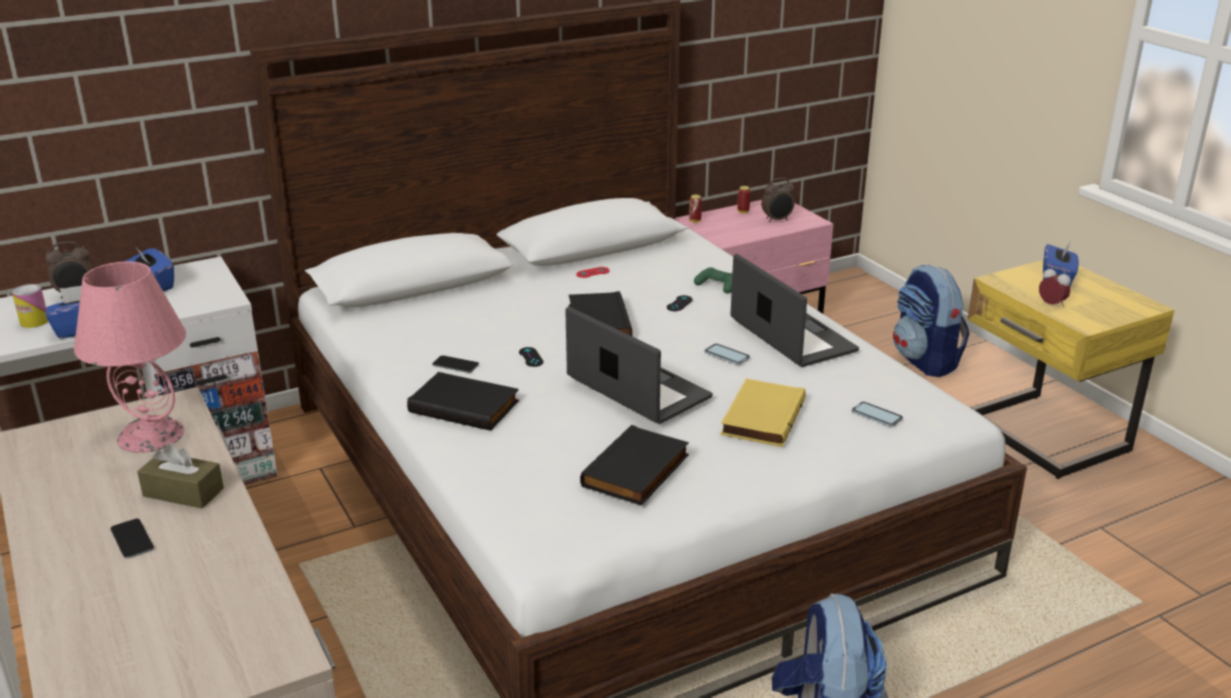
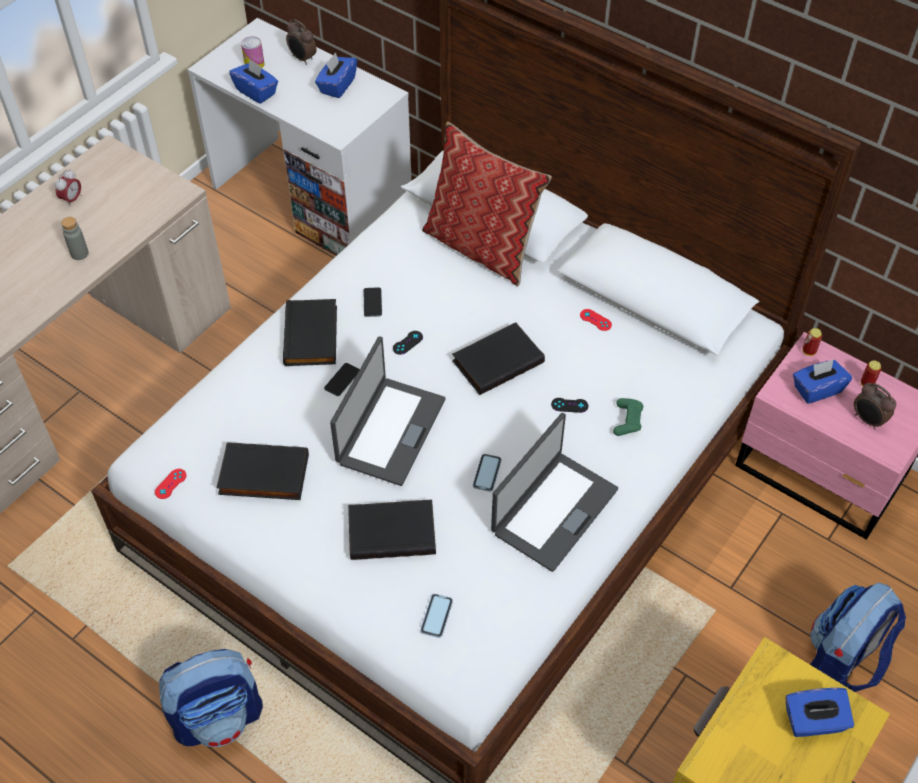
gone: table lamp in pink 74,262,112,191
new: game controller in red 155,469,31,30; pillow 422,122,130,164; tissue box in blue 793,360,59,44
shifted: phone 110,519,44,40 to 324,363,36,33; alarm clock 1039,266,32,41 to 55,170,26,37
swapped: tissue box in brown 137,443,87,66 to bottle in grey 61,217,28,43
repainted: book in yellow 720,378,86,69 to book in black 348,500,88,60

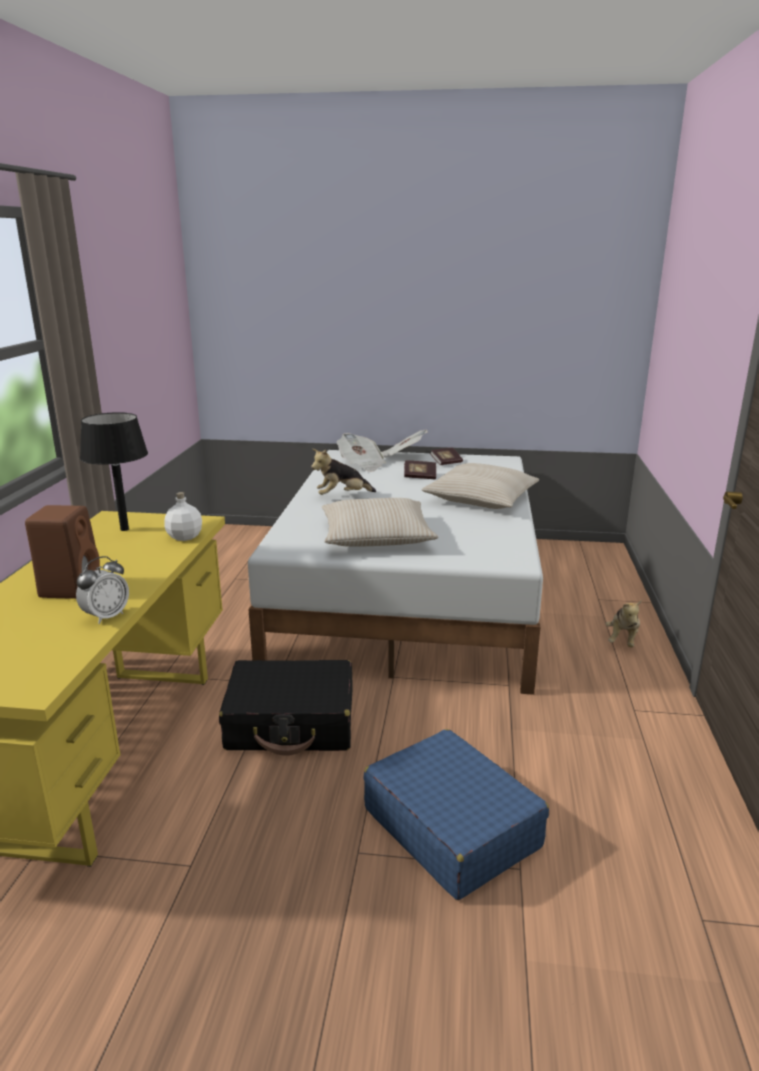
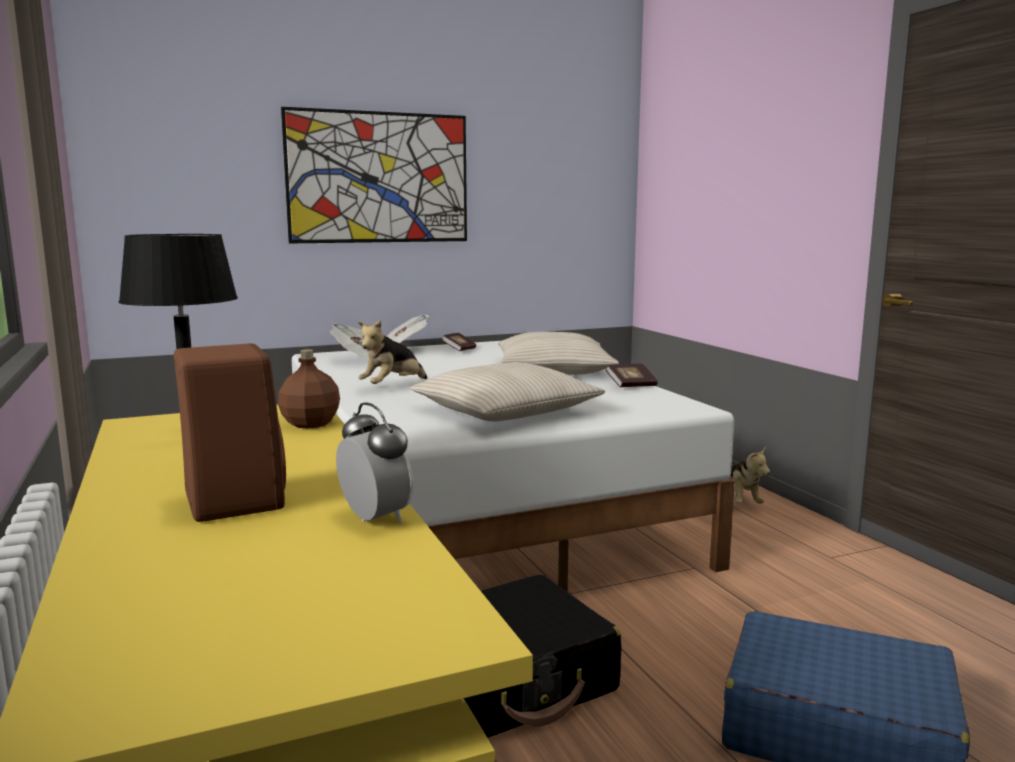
new: picture 281,107,186,136
shifted: book 404,460,32,19 to 606,364,52,23
repainted: bottle in white 164,492,38,49 to bottle in brown 278,349,62,79
rotated: alarm clock 76,556,53,68 = 336,402,77,121 45 degrees counterclockwise

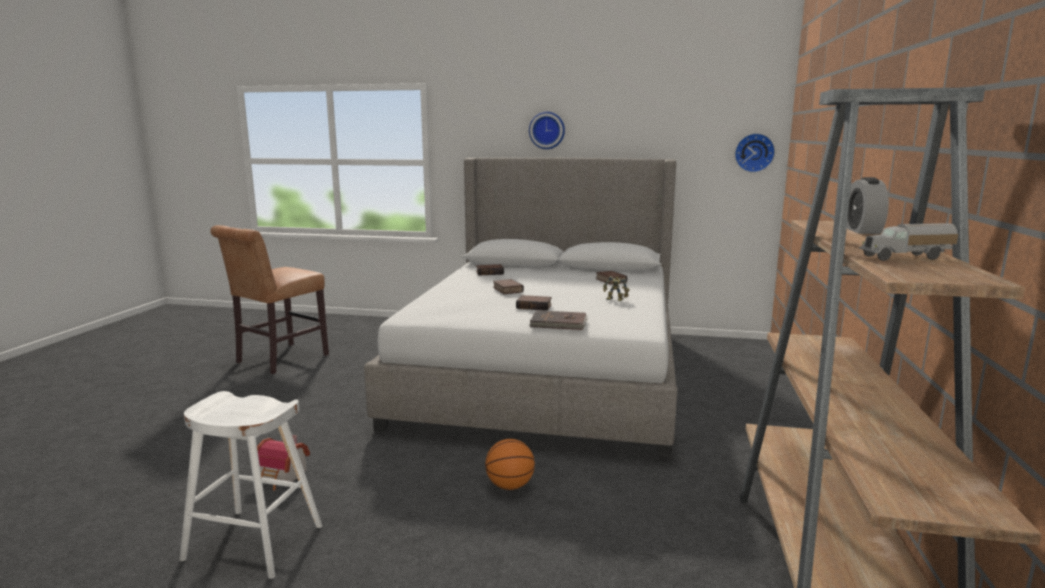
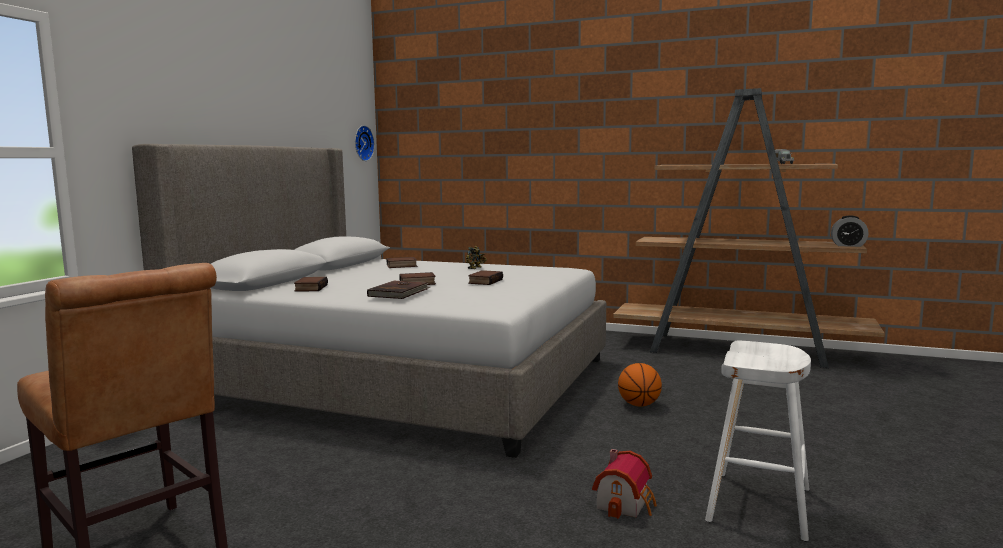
gone: wall clock 529,112,36,37
shifted: book in brown 529,310,59,20 to 367,280,63,19; alarm clock 847,177,42,57 to 831,215,38,32

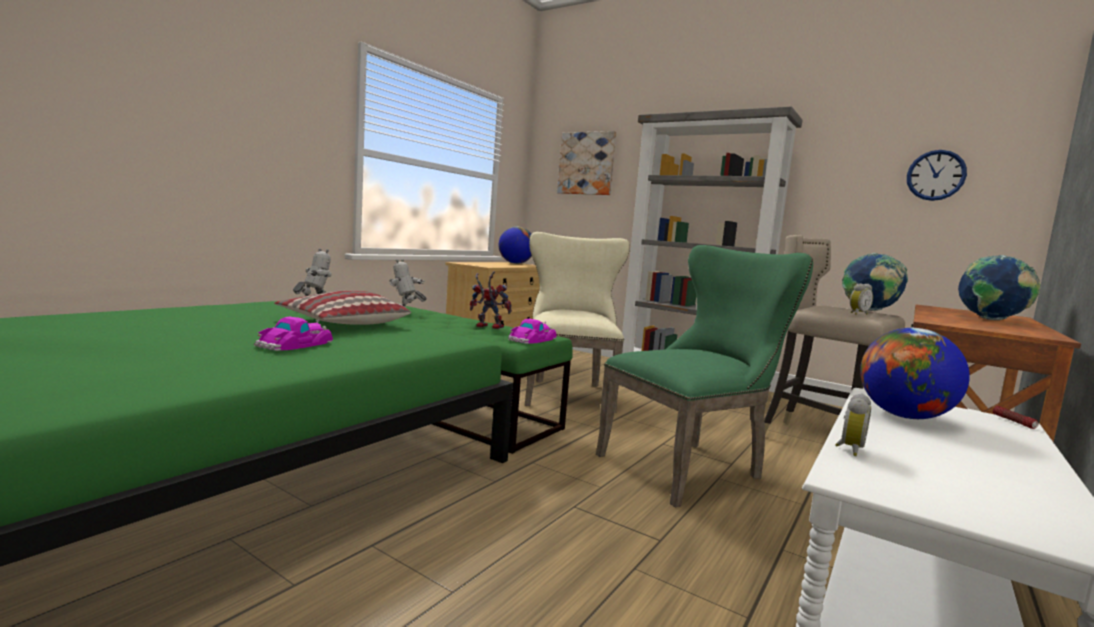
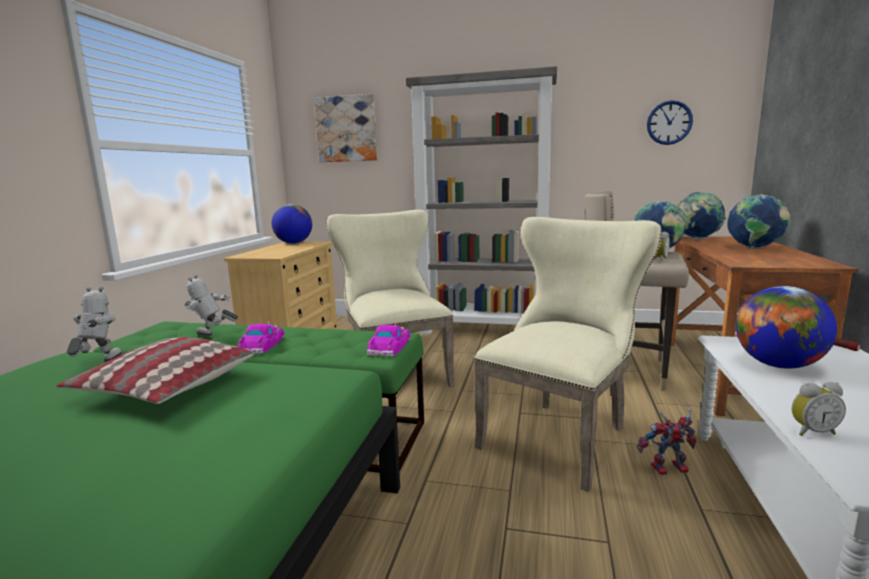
new: globe 678,192,48,47
shifted: toy car 254,316,79,35 to 238,322,46,32; toy robot 470,271,42,58 to 637,408,59,67
repainted: chair in green 596,245,217,262 to chair in beige 474,217,188,275
rotated: alarm clock 835,394,36,62 = 791,382,55,54 75 degrees clockwise

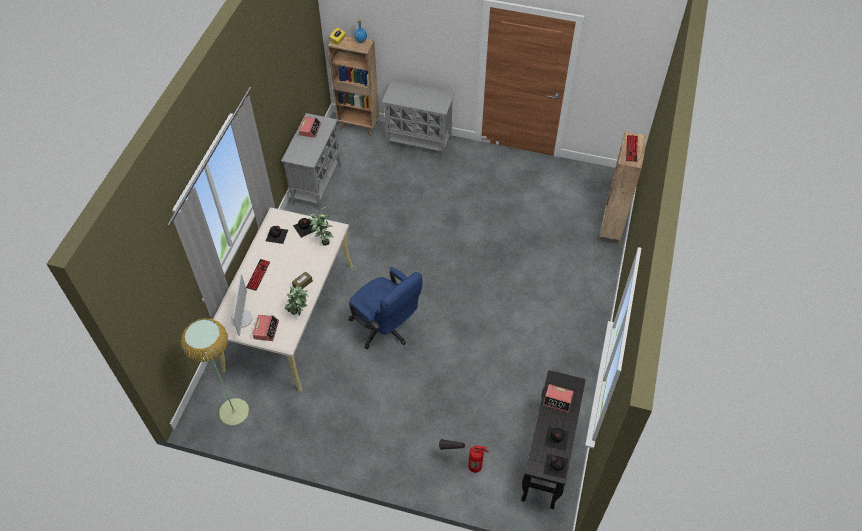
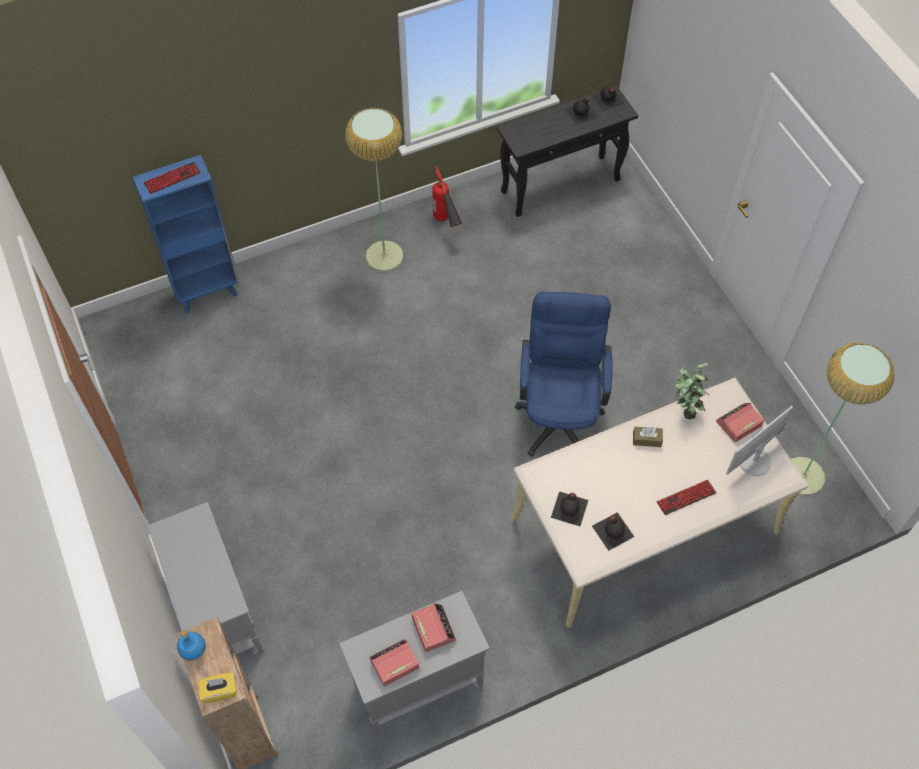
gone: potted plant 309,207,24,39
new: floor lamp 345,108,58,163
shifted: fire extinguisher 439,439,50,34 to 432,166,30,61; alarm clock 543,384,31,29 to 412,603,44,49
repainted: bookcase in brown 597,131,50,114 to bookcase in blue 133,155,107,158

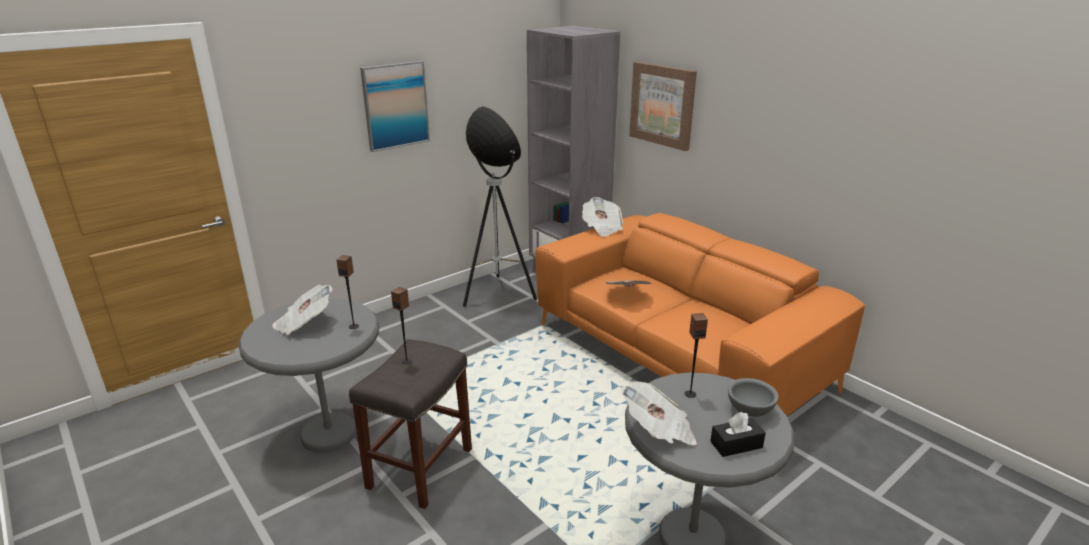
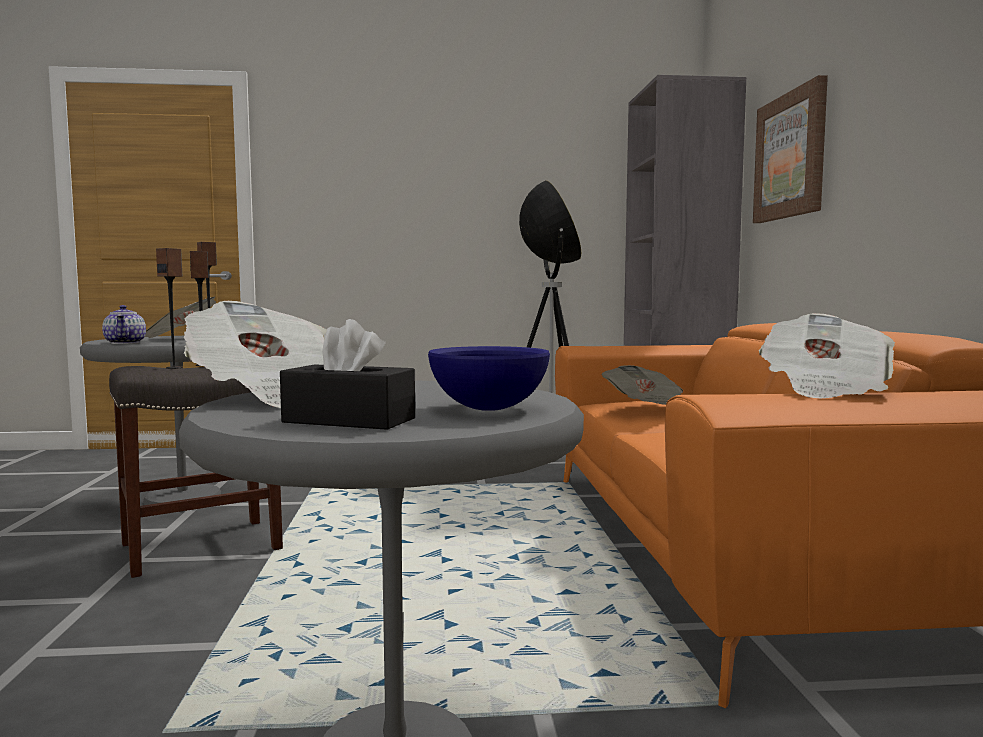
gone: picture 360,61,70,91
new: teapot 102,305,44,39
shifted: newspaper 582,197,41,40 to 759,313,136,86; speaker 684,313,24,85 to 156,248,27,121
repainted: bowl in grey 728,378,50,39 to bowl in blue 428,346,122,65

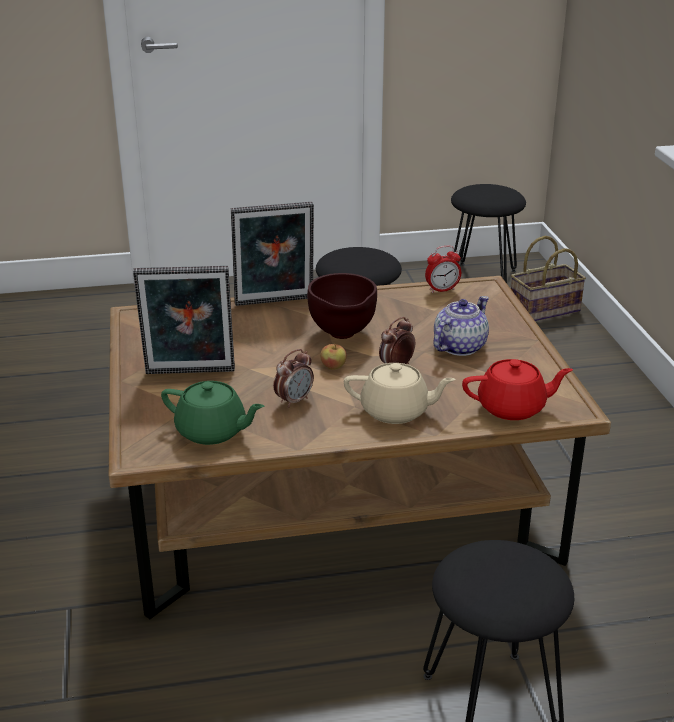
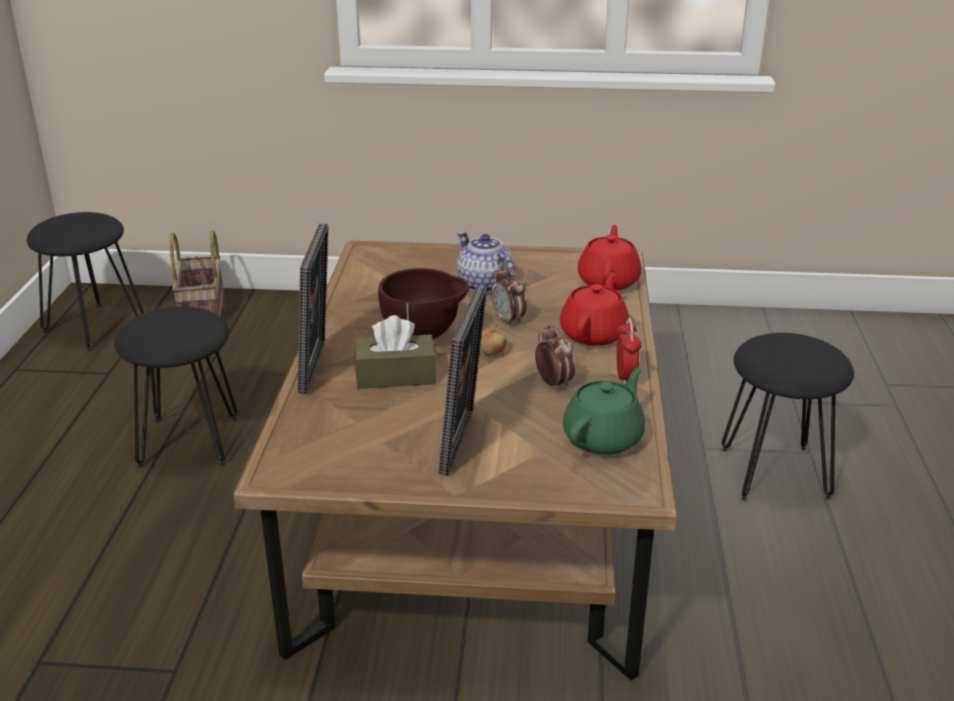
new: tissue box in brown 354,315,82,74
shifted: alarm clock 425,246,36,47 to 616,318,25,67
repainted: teapot in beige 344,363,112,61 to teapot in red 560,272,70,74

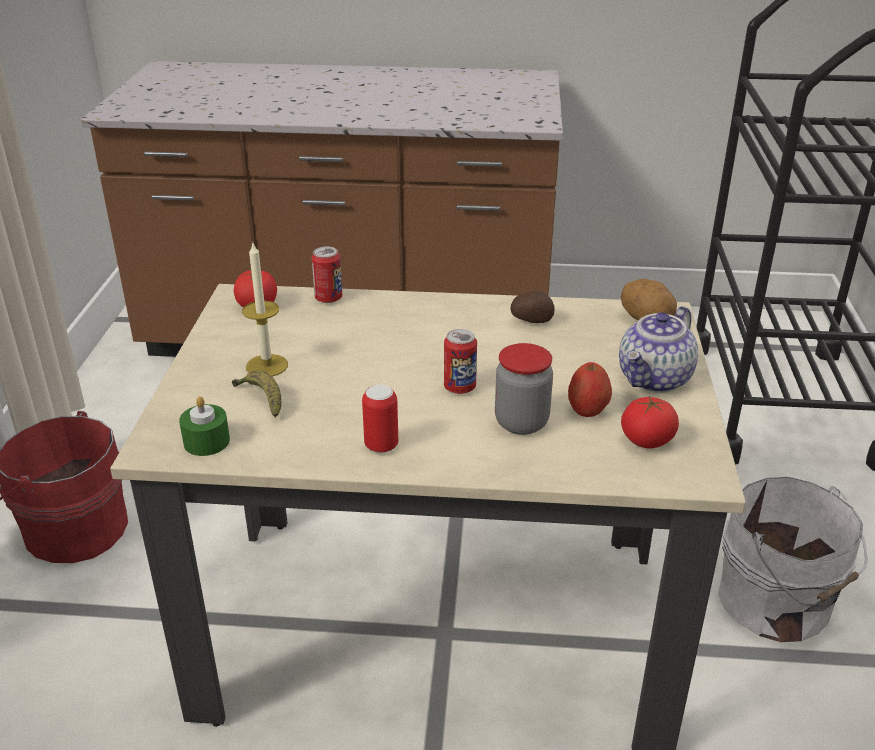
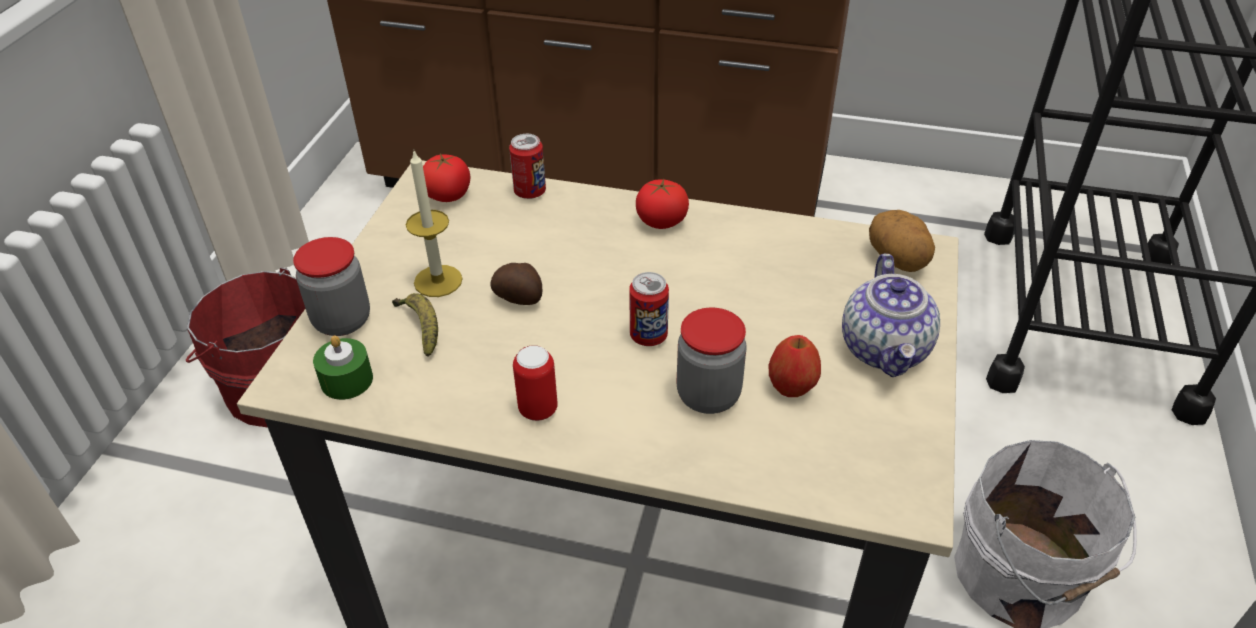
new: jar 293,237,77,99
shifted: potato 510,290,45,33 to 490,263,52,42; tomato 621,396,58,53 to 636,179,53,50
rotated: teapot 619,306,79,87 = 842,254,98,123 45 degrees counterclockwise

